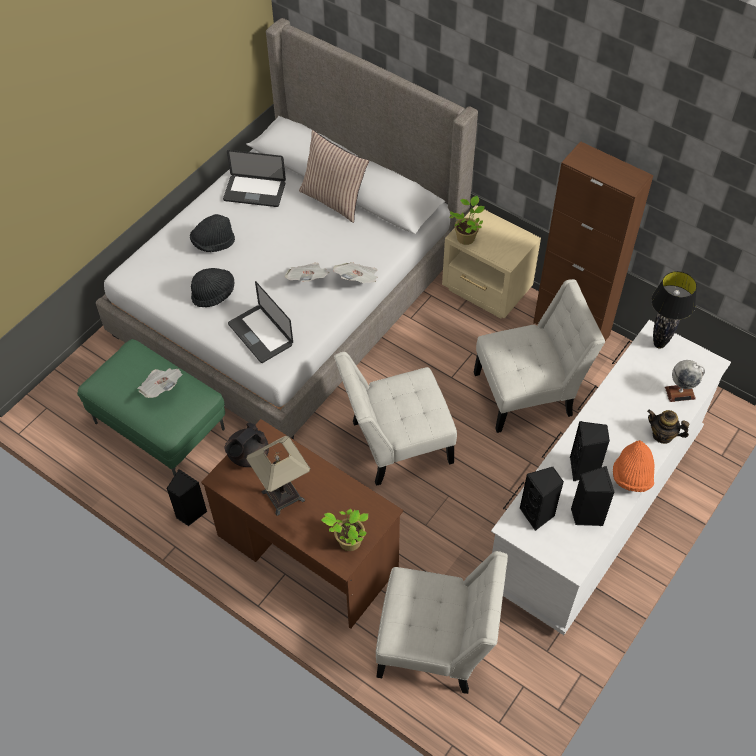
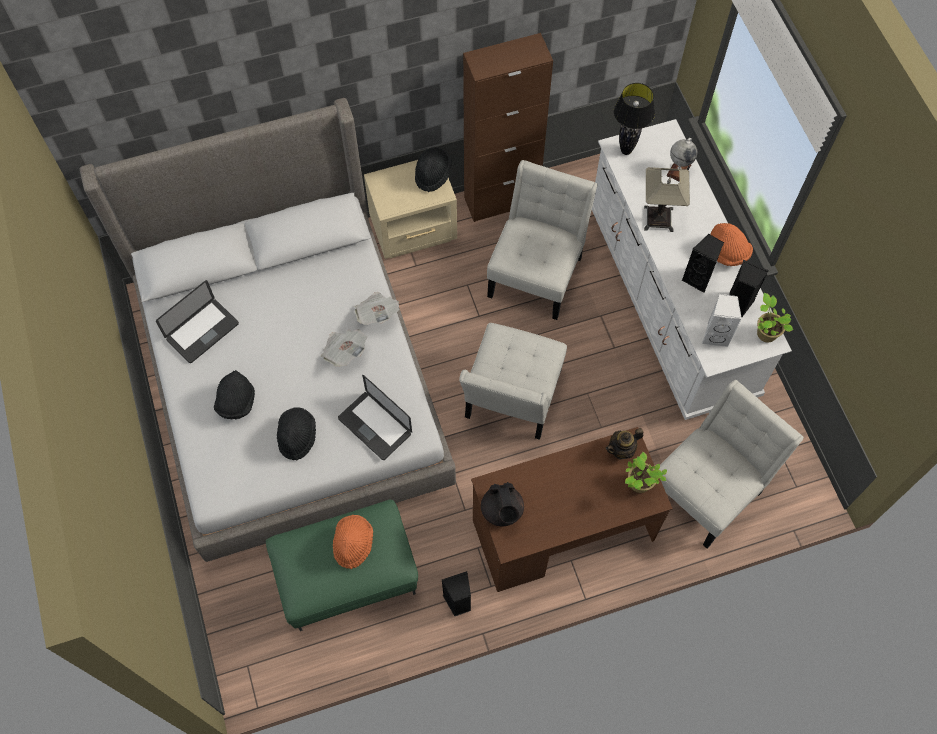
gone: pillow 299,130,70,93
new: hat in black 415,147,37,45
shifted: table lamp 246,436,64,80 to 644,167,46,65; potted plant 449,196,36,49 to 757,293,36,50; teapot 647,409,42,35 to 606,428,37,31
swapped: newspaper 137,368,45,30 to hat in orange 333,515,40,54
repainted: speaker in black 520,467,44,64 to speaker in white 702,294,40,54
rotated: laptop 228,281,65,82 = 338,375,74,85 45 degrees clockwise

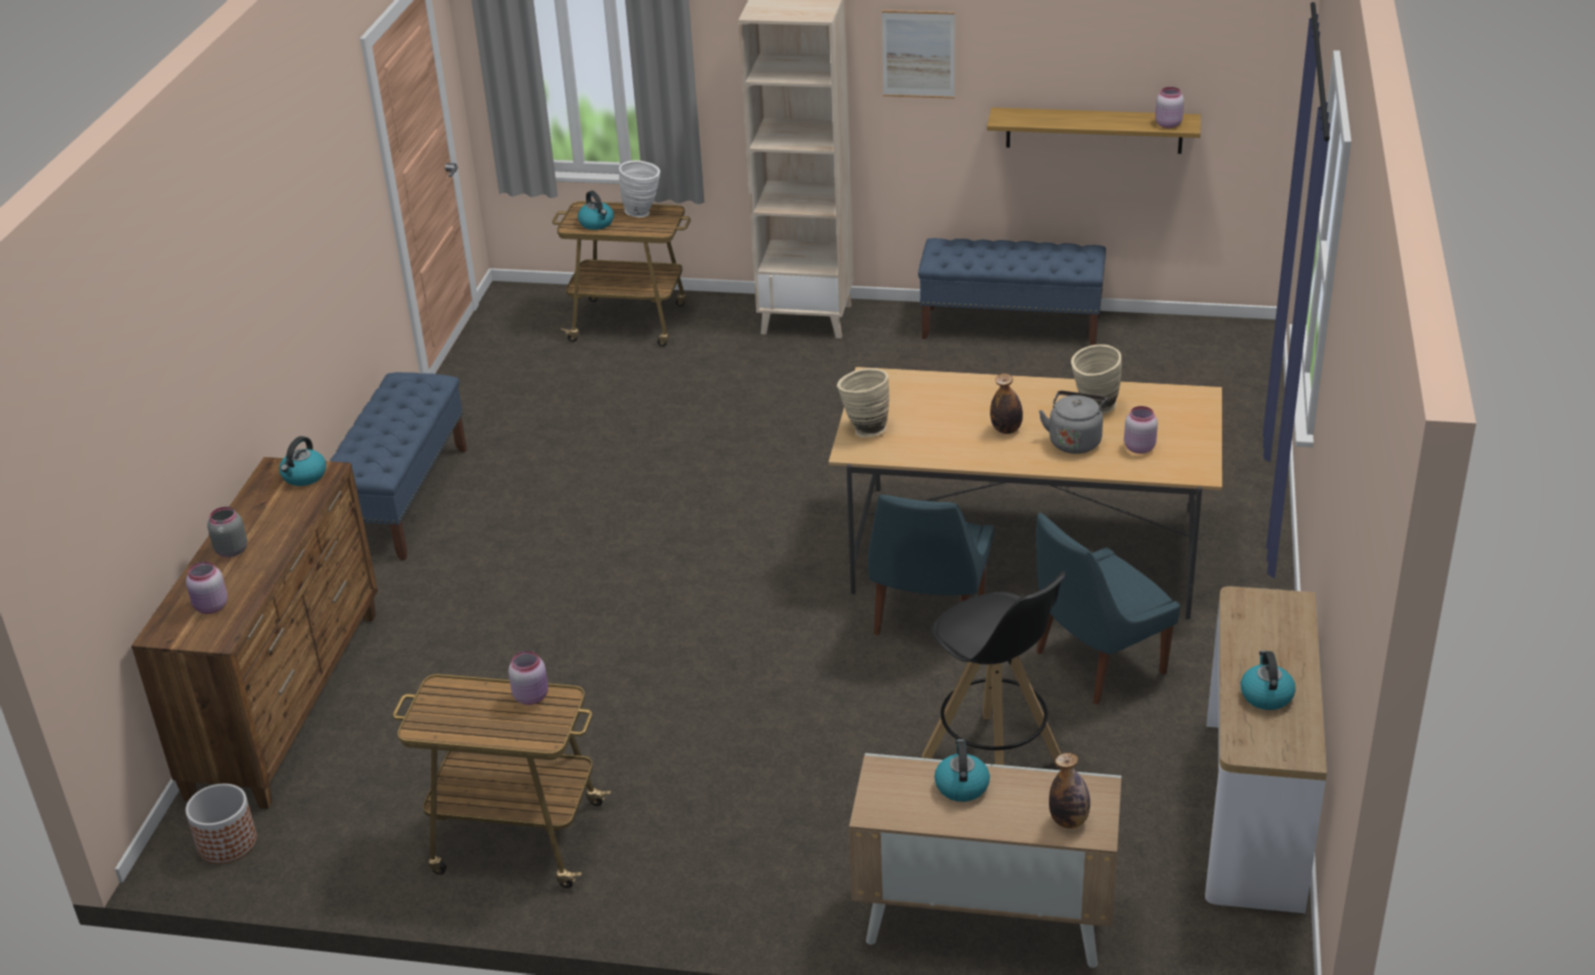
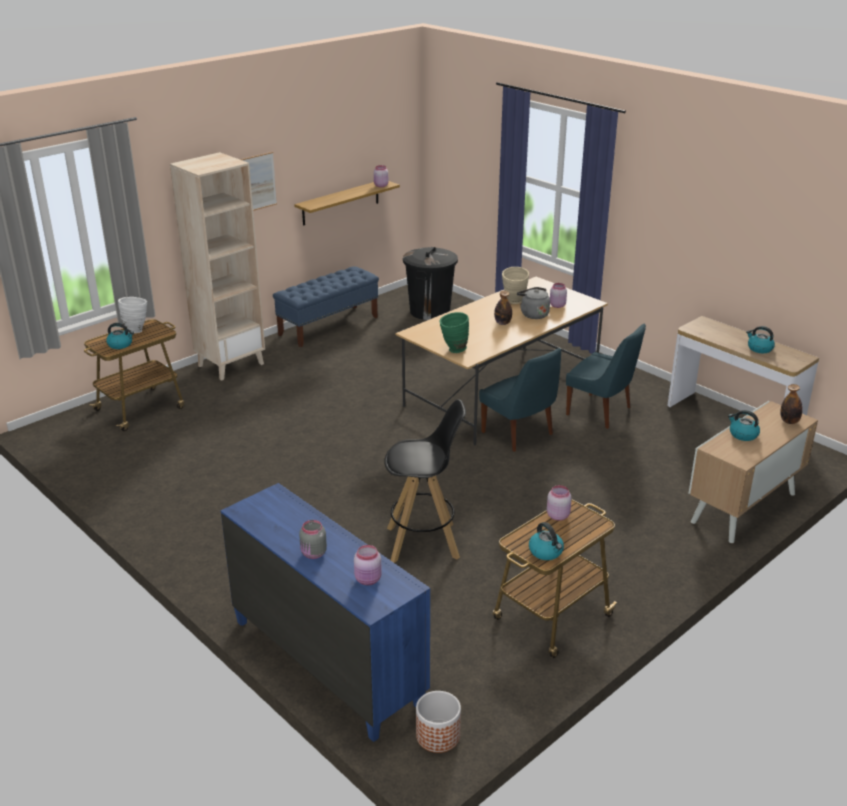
gone: bench in blue 330,372,137,188
new: trash can in black 403,247,55,73
shifted: kettle 279,436,47,50 to 529,522,35,38; stool in black 922,571,144,196 to 384,399,82,164
repainted: dresser in brown 131,457,247,352 to dresser in blue 220,483,210,259; vase in beige 837,368,52,69 to vase in green 440,312,29,41
rotated: chair in blue 1036,513,144,192 = 566,324,80,105 60 degrees counterclockwise

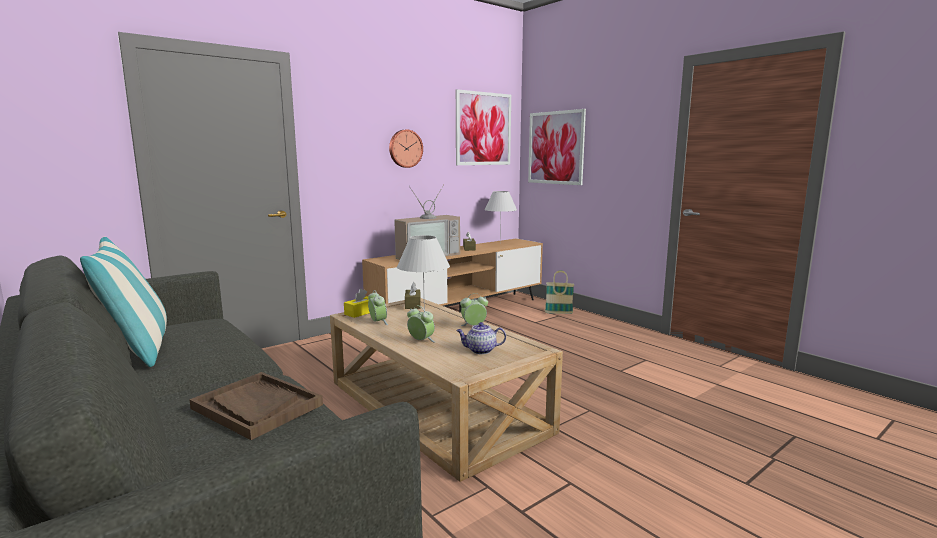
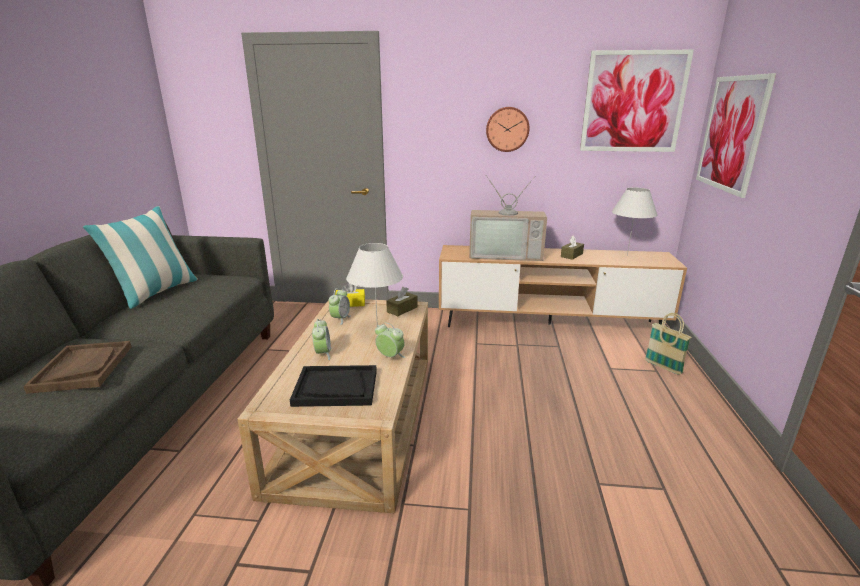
swapped: teapot 456,322,50,32 to tray in black 290,365,87,42

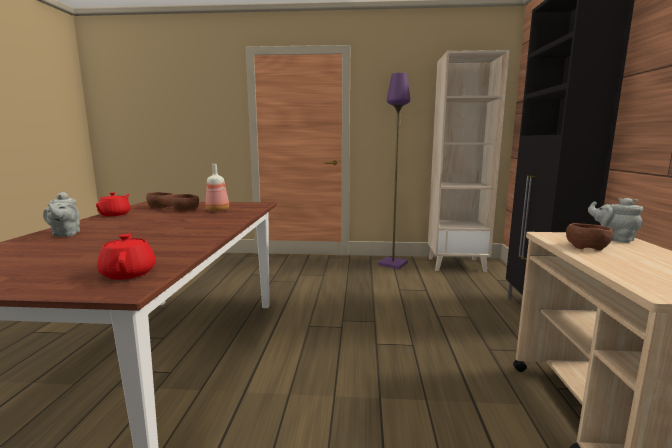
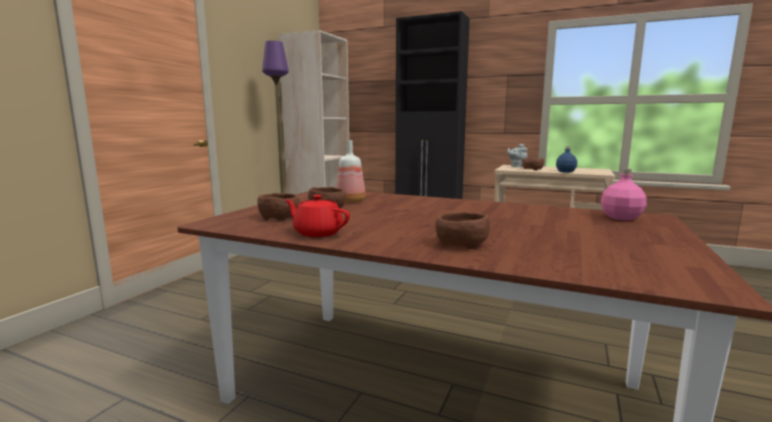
new: bottle in blue 556,146,21,27
swapped: teapot in grey 43,192,37,44 to bowl in brown 436,212,54,37; teapot in red 97,233,59,47 to bottle in pink 601,169,46,51

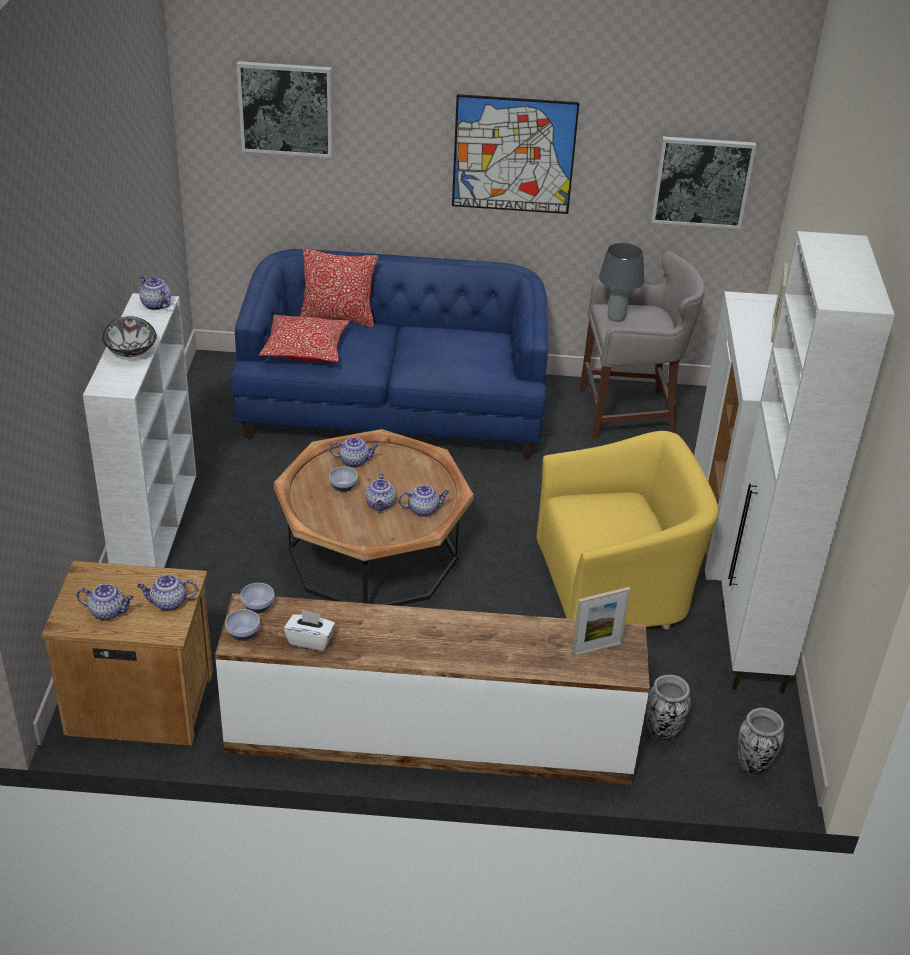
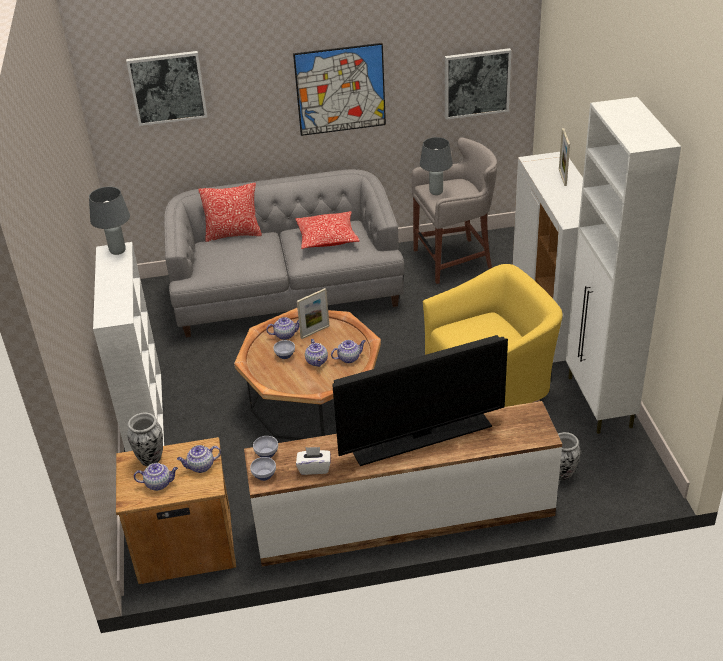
gone: bowl 103,316,54,41
new: television 332,335,176,131
shifted: pillow 259,315,90,48 to 296,211,63,38; picture frame 571,587,60,70 to 297,288,32,51; vase 738,708,46,67 to 127,412,36,54
swapped: teapot 139,275,32,35 to table lamp in grey 89,187,41,68
repainted: sofa in blue 230,249,318,209 to sofa in grey 164,169,240,168

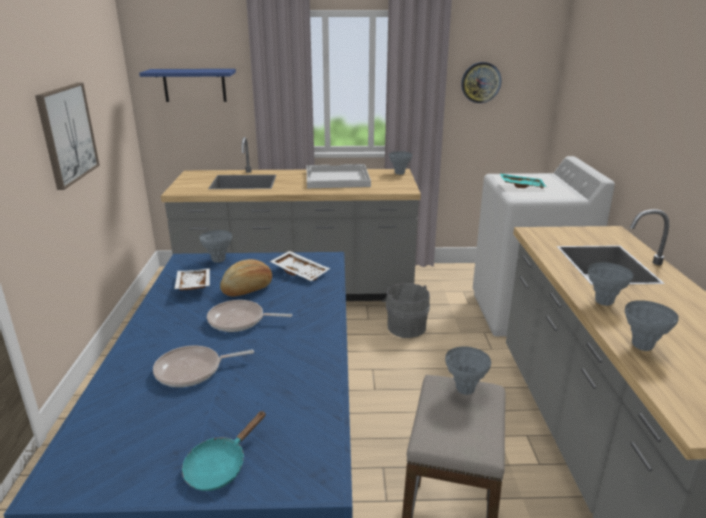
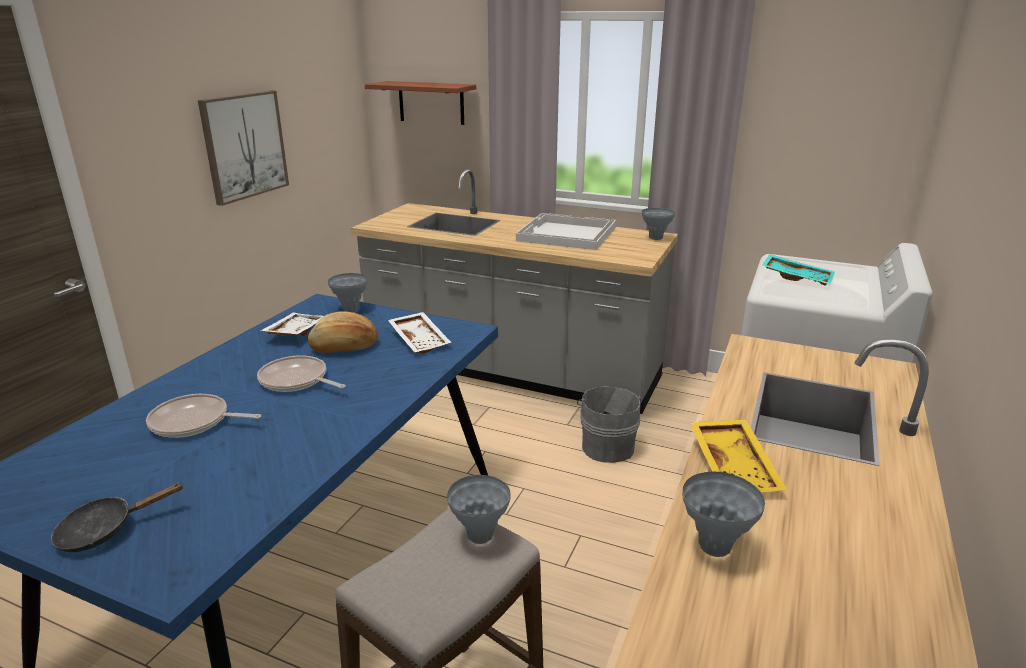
gone: wall clock 461,62,40,41
swapped: vase in grey 588,262,45,44 to tray in yellow 690,419,97,73
repainted: shelf in blue 139,69,97,33 to shelf in brown 365,81,111,44; frying pan in turquoise 182,411,84,80 to frying pan in black 51,482,133,70

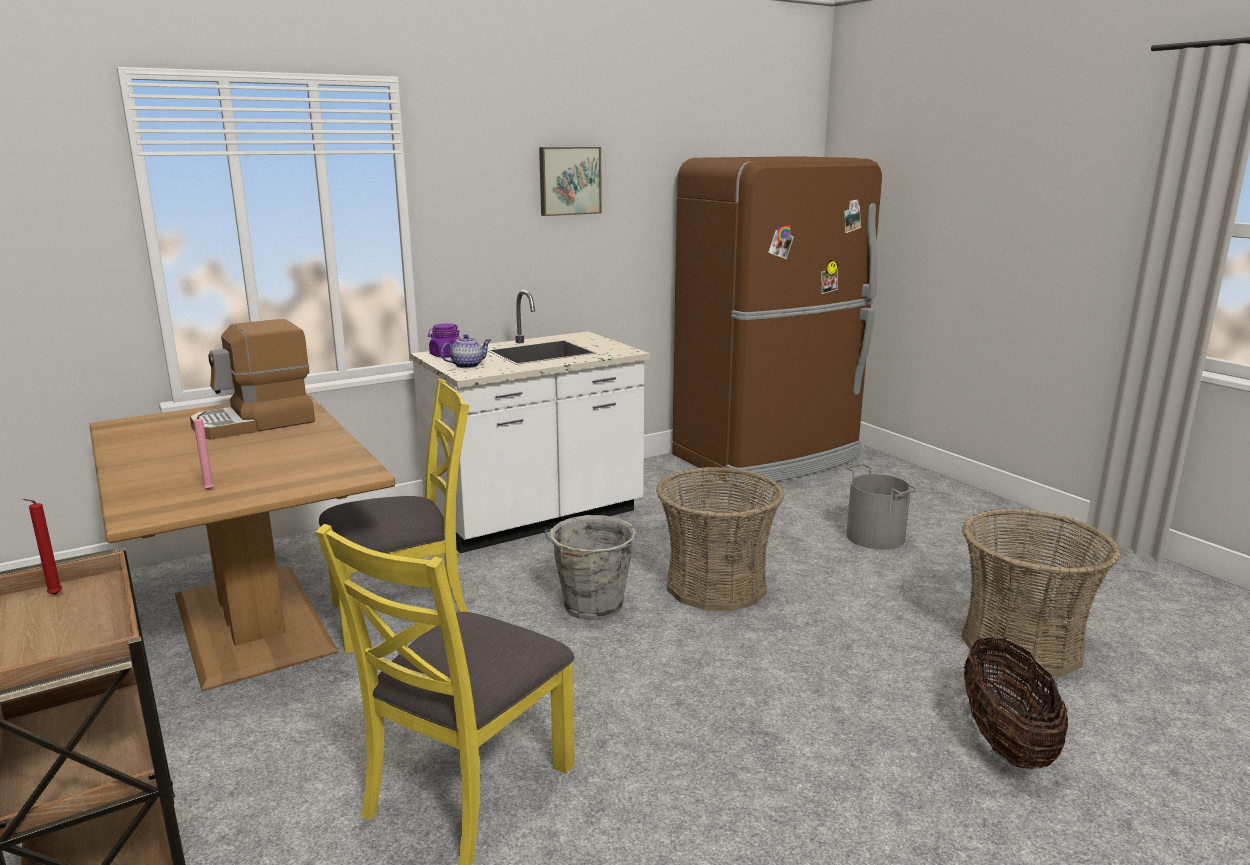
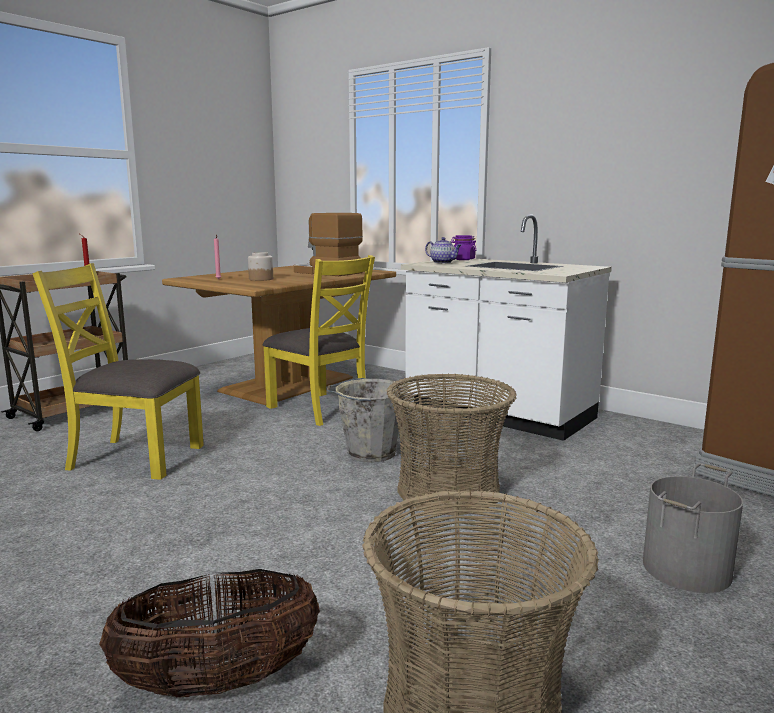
gone: picture 539,147,63,69
new: jar 248,252,25,29

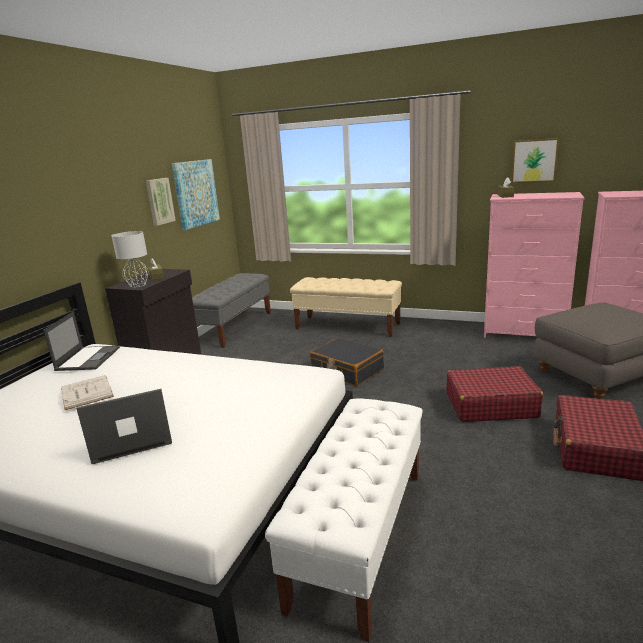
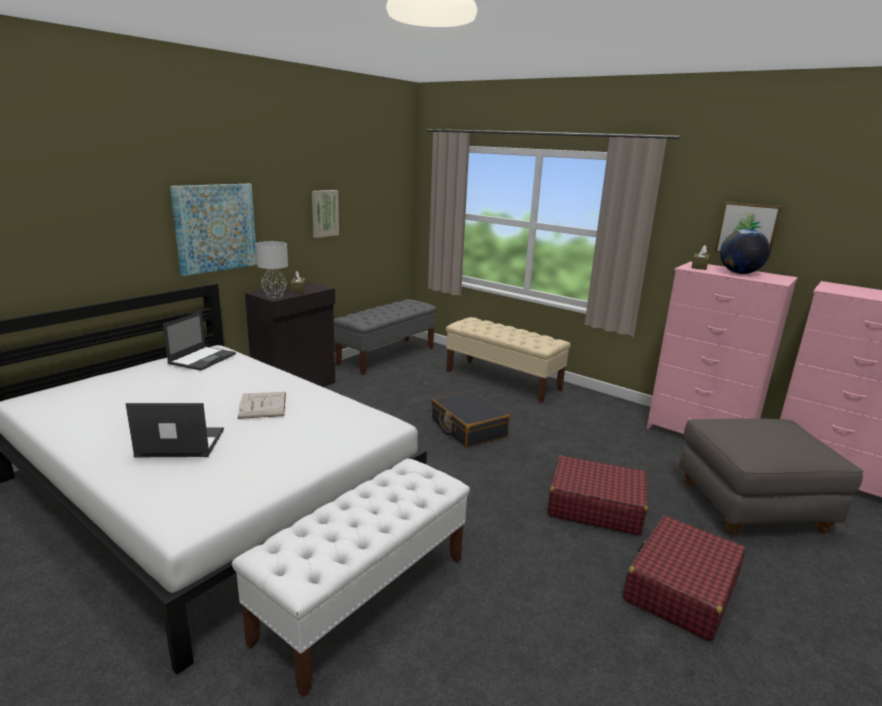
new: globe 720,229,50,45
shifted: book in white 61,375,53,35 to 237,392,49,27; picture 172,159,48,71 to 170,184,87,92

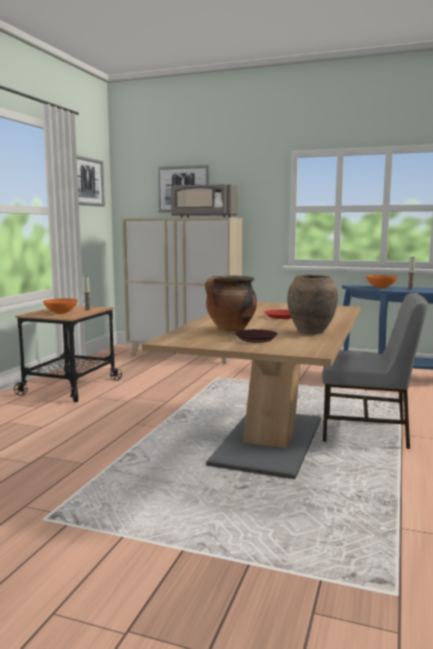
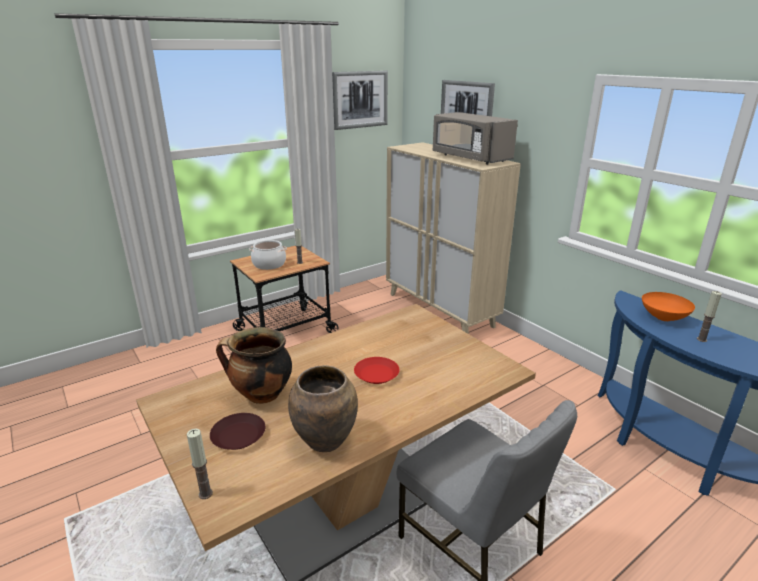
new: candle 187,429,26,70
swapped: bowl in orange 43,298,35,16 to cooking pot 249,240,38,30

